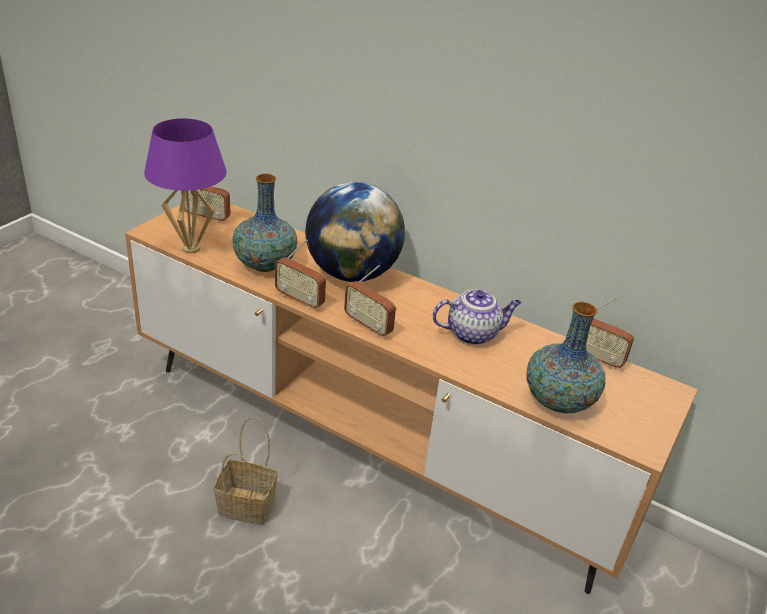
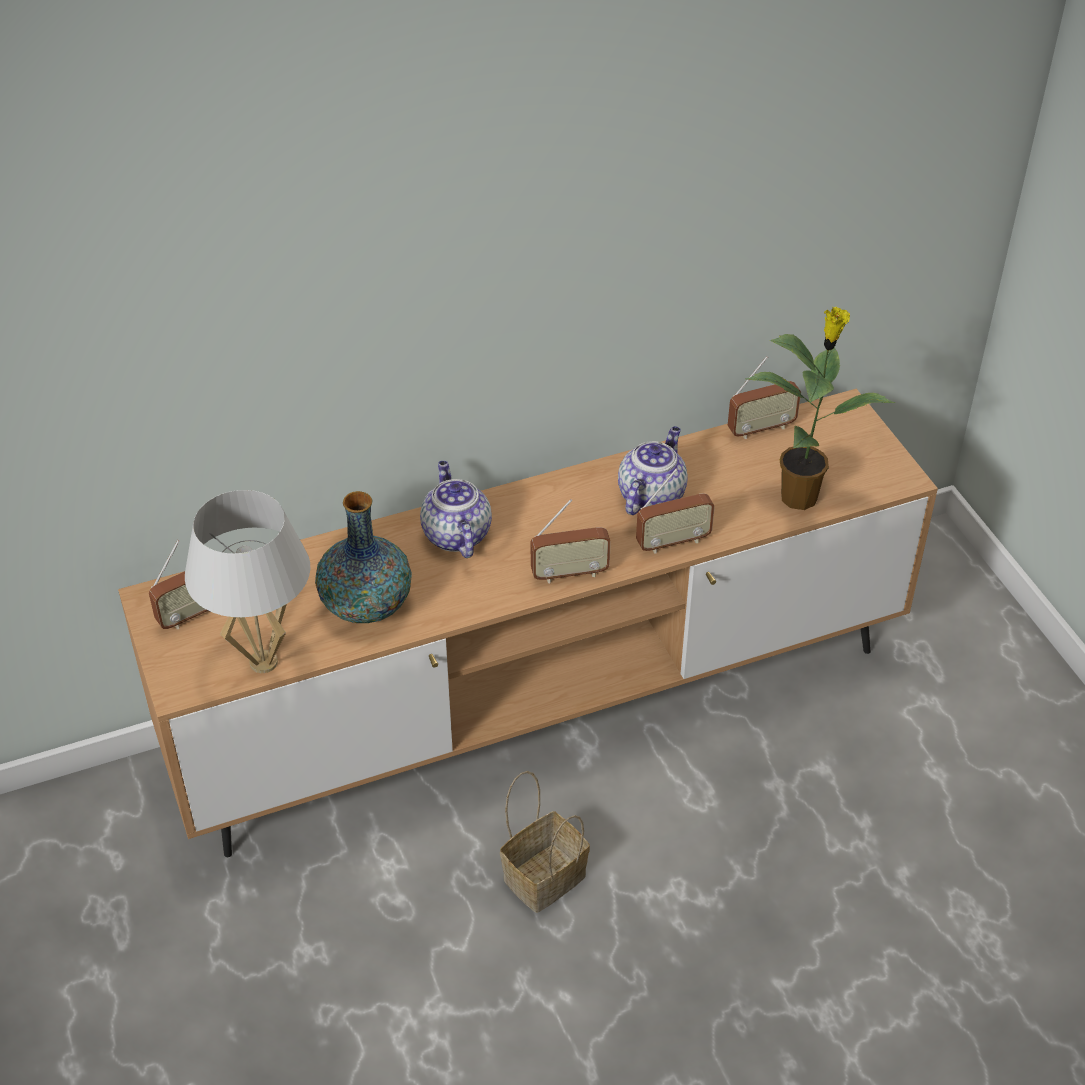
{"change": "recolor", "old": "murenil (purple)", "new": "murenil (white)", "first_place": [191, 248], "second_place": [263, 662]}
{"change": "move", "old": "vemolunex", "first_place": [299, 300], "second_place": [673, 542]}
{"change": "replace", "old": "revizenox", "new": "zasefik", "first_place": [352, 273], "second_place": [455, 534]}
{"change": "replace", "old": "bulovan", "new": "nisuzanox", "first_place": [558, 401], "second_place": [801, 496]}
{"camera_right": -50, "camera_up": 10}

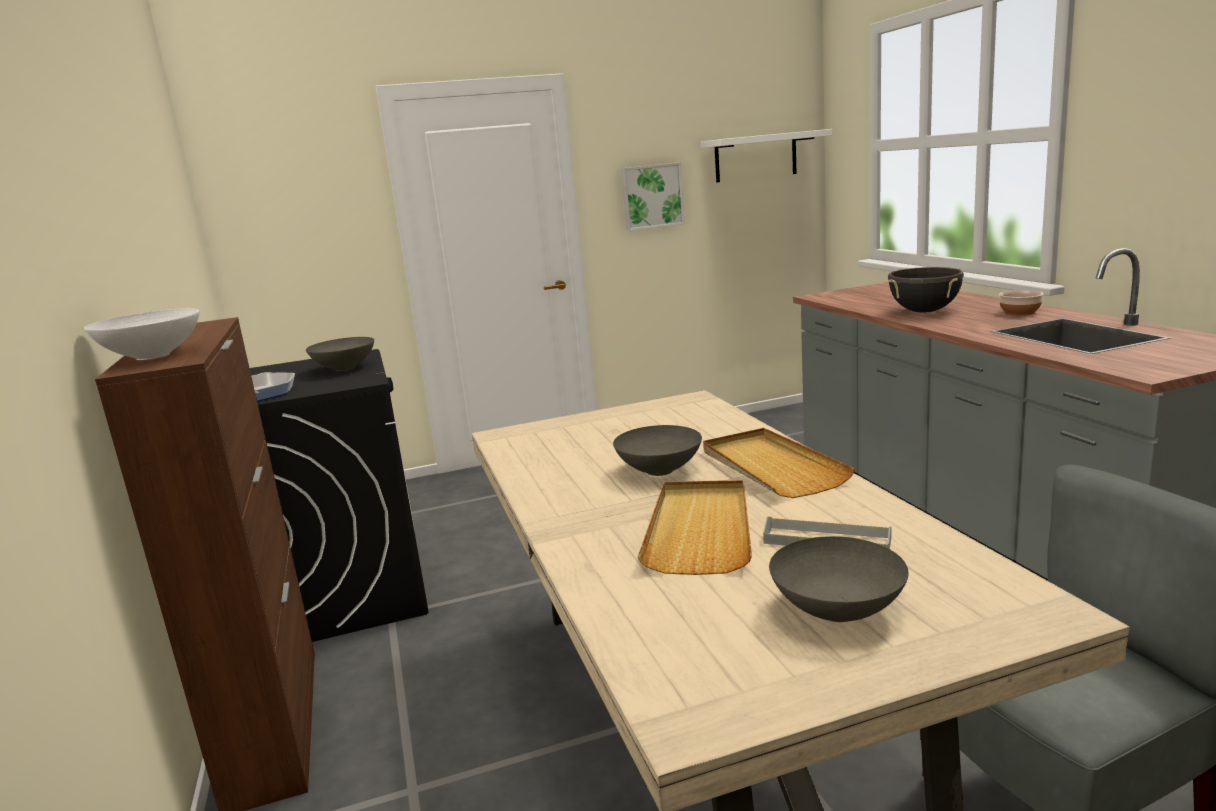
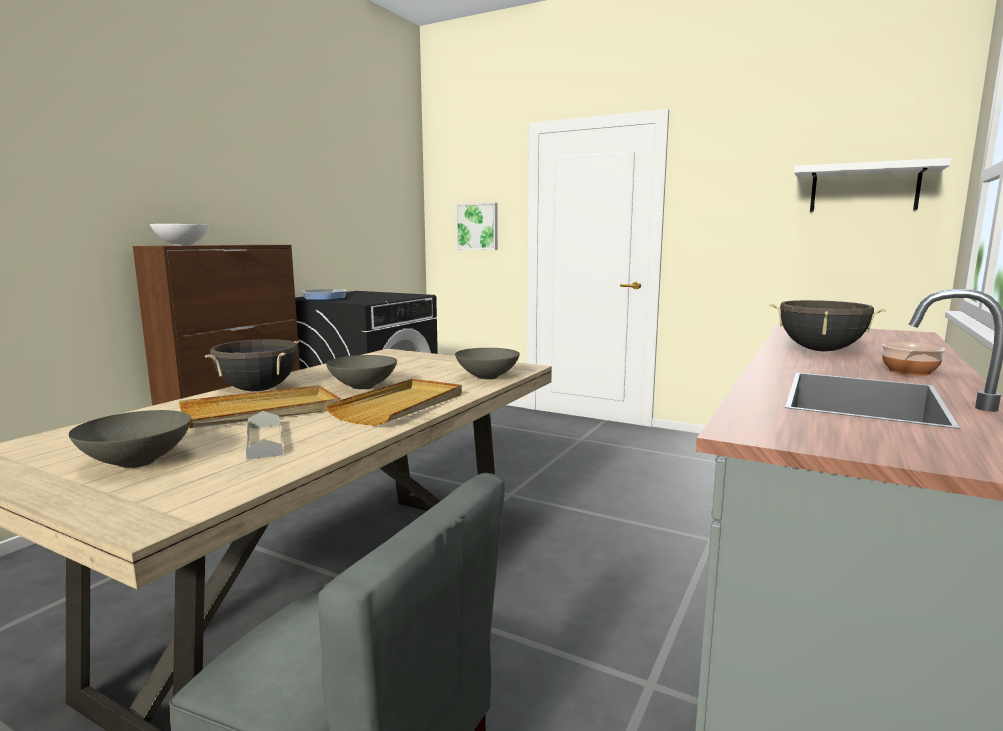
{"change": "move", "old": "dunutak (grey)", "first_place": [344, 368], "second_place": [487, 377]}
{"change": "move", "old": "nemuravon", "first_place": [652, 196], "second_place": [477, 226]}
{"change": "insert", "new": "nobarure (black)", "second_place": [258, 390]}
{"camera_right": 45, "camera_up": -5}

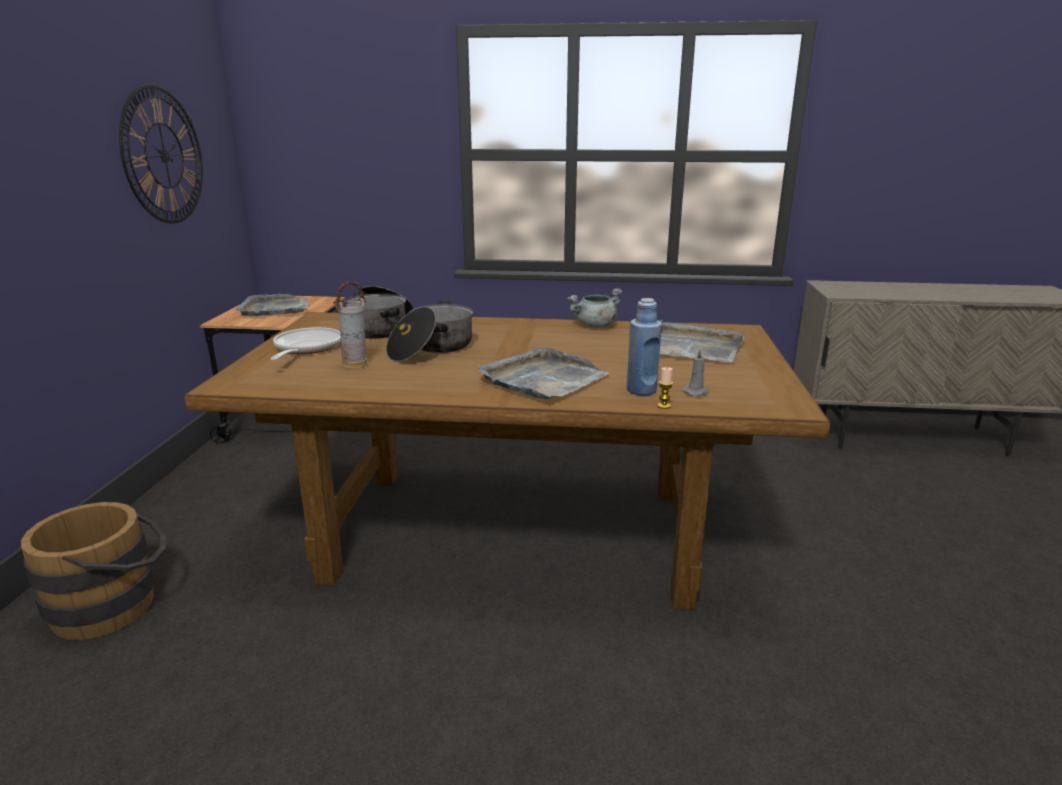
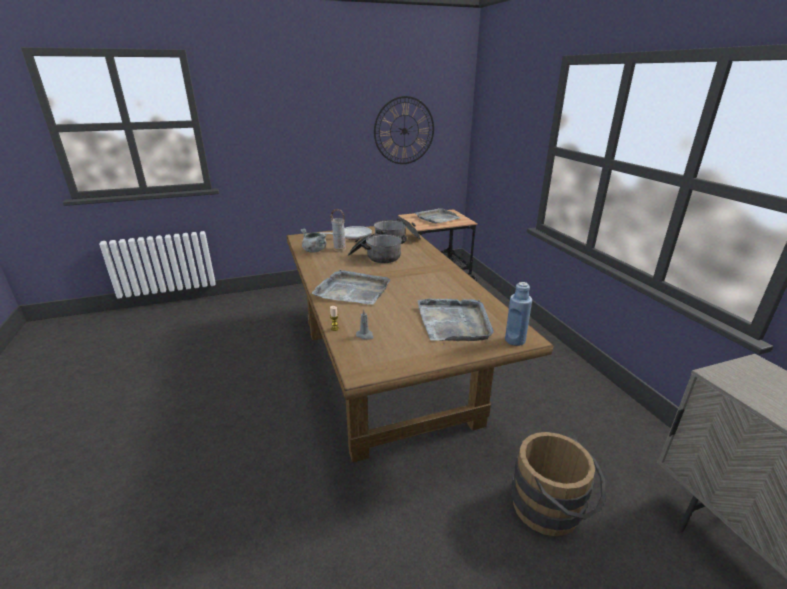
{"change": "move", "old": "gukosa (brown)", "first_place": [115, 605], "second_place": [552, 510]}
{"change": "move", "old": "nobarure (grey)", "first_place": [595, 326], "second_place": [314, 250]}
{"change": "move", "old": "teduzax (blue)", "first_place": [641, 390], "second_place": [515, 340]}
{"camera_right": 65, "camera_up": 5}

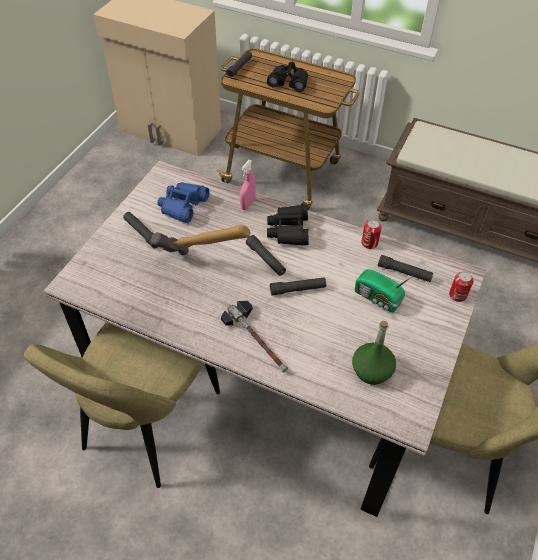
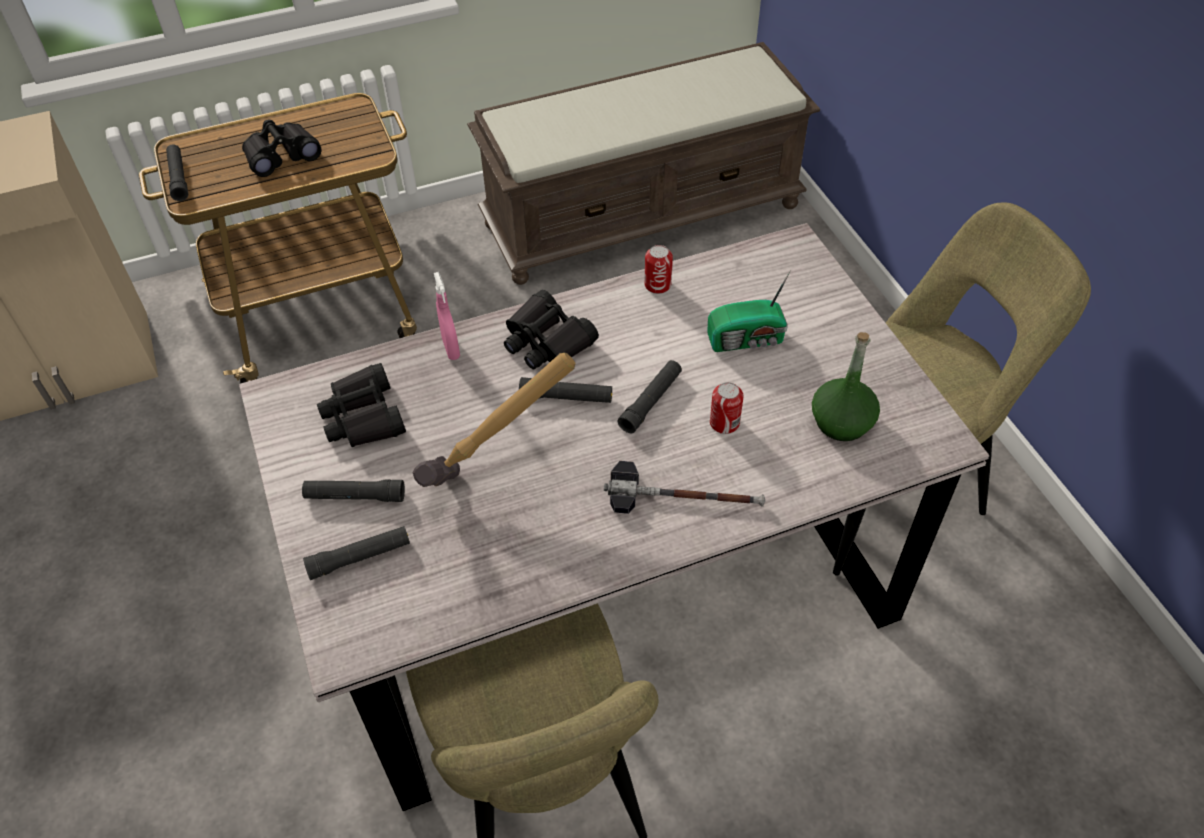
{"change": "recolor", "old": "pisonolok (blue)", "new": "pisonolok (black)", "first_place": [183, 206], "second_place": [363, 417]}
{"change": "move", "old": "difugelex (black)", "first_place": [404, 272], "second_place": [360, 557]}
{"change": "move", "old": "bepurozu", "first_place": [457, 295], "second_place": [724, 423]}
{"camera_right": -45, "camera_up": 0}

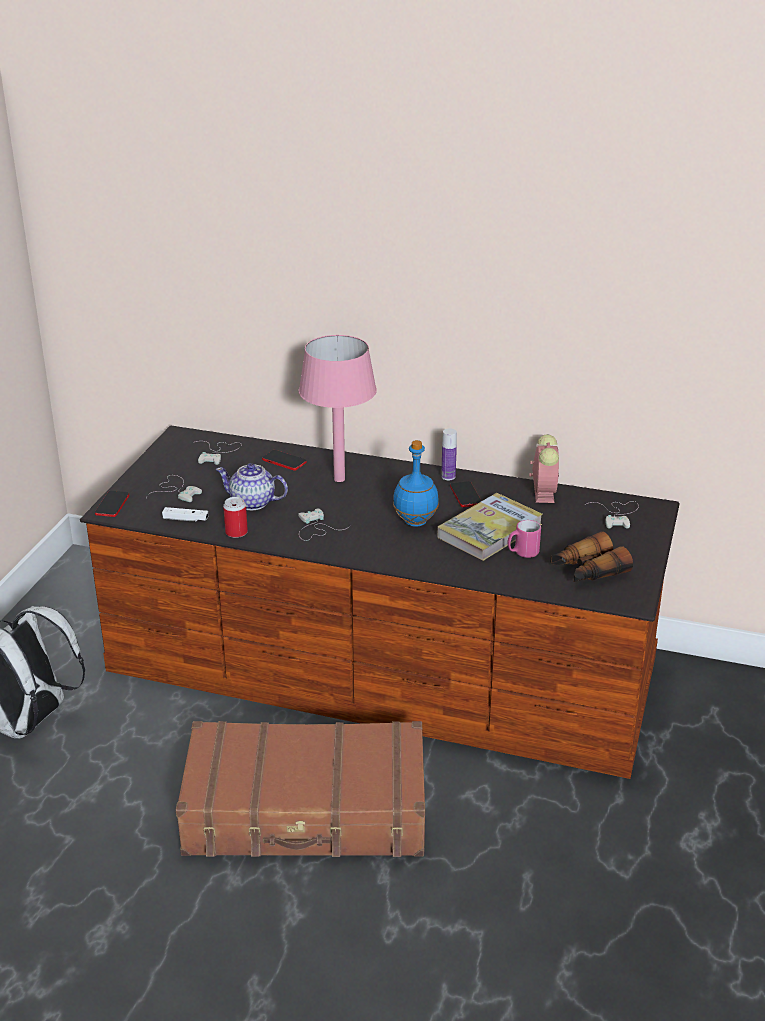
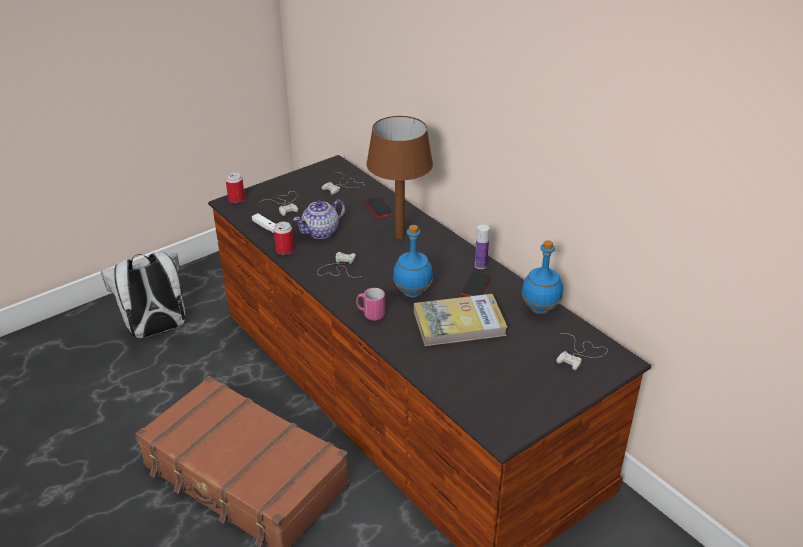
{"change": "replace", "old": "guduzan", "new": "bepurozu", "first_place": [112, 505], "second_place": [236, 199]}
{"change": "rotate", "old": "zasefik", "first_place": [253, 503], "second_place": [321, 232], "degrees": -90}
{"change": "recolor", "old": "murenil (pink)", "new": "murenil (brown)", "first_place": [340, 479], "second_place": [400, 236]}
{"change": "move", "old": "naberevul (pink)", "first_place": [522, 553], "second_place": [370, 314]}
{"change": "replace", "old": "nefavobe", "new": "teduzax (blue)", "first_place": [543, 492], "second_place": [540, 308]}
{"change": "delete", "old": "pisonolok", "first_place": [587, 571]}
{"camera_right": 35, "camera_up": 5}

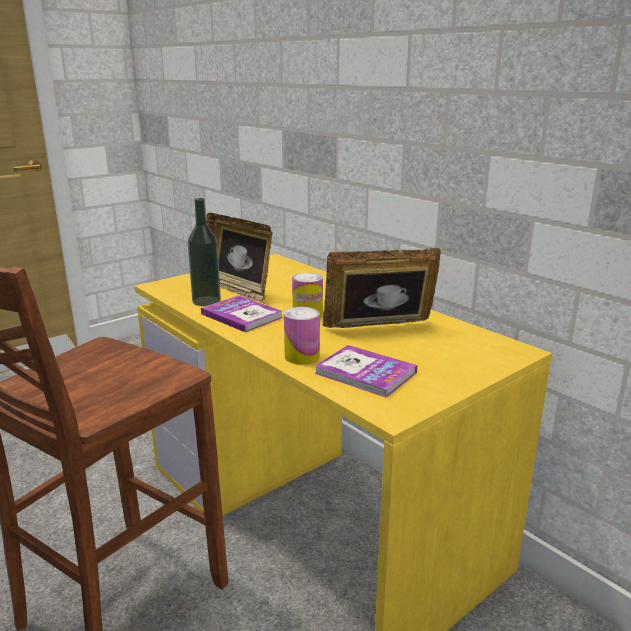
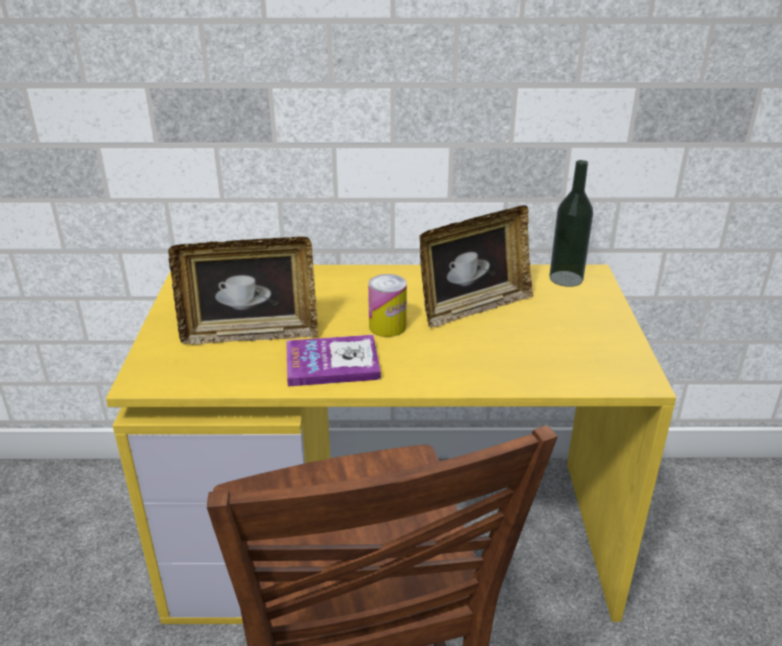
{"change": "move", "old": "teduzax", "first_place": [206, 301], "second_place": [566, 278]}
{"change": "delete", "old": "bepurozu", "first_place": [302, 356]}
{"change": "delete", "old": "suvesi", "first_place": [365, 373]}
{"change": "rotate", "old": "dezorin", "first_place": [380, 329], "second_place": [473, 307], "degrees": -150}
{"camera_right": -50, "camera_up": 10}

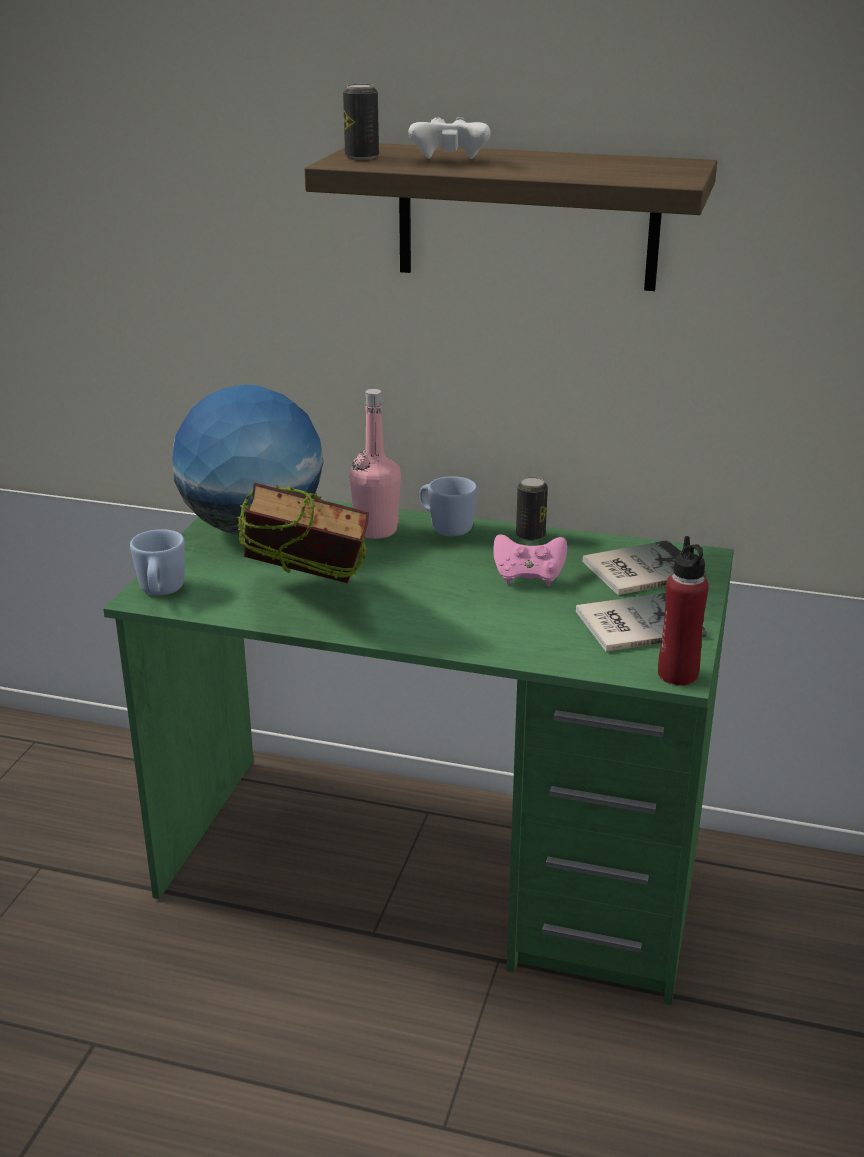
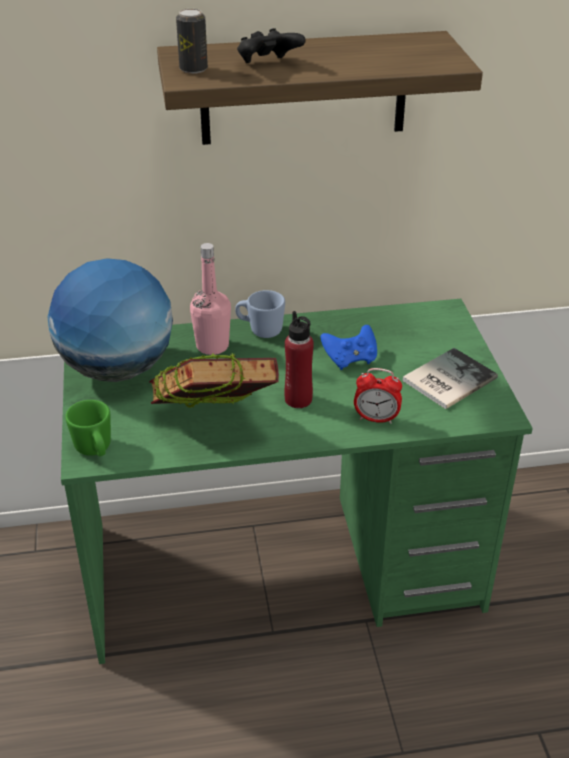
{"change": "recolor", "old": "naberevul (blue)", "new": "naberevul (green)", "first_place": [161, 592], "second_place": [95, 450]}
{"change": "recolor", "old": "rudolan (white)", "new": "rudolan (black)", "first_place": [449, 162], "second_place": [268, 65]}
{"change": "recolor", "old": "rudolan (pink)", "new": "rudolan (blue)", "first_place": [528, 577], "second_place": [350, 359]}
{"change": "delete", "old": "bepurozu", "first_place": [530, 535]}
{"change": "delete", "old": "suvesi", "first_place": [638, 569]}
{"change": "move", "old": "teduzax (red)", "first_place": [677, 674], "second_place": [298, 399]}
{"change": "insert", "new": "nefavobe", "second_place": [376, 418]}
{"camera_right": -25, "camera_up": 10}

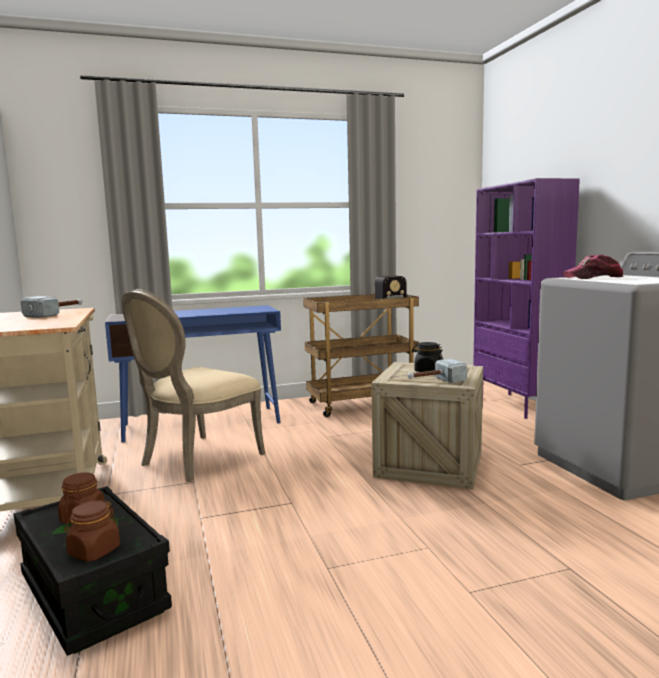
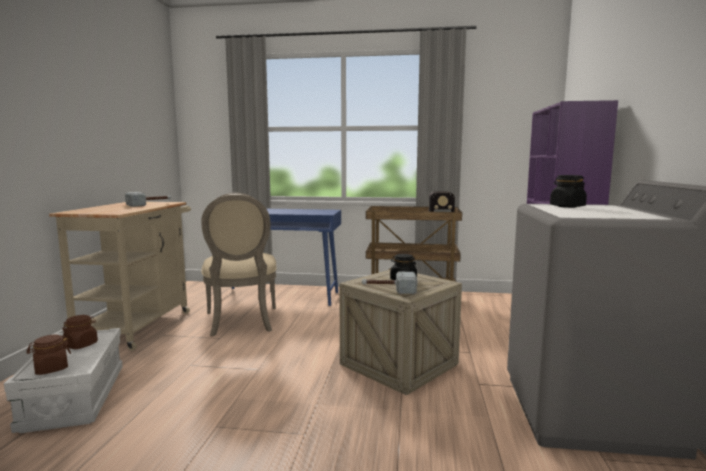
{"change": "recolor", "old": "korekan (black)", "new": "korekan (white)", "first_place": [93, 593], "second_place": [75, 398]}
{"change": "rotate", "old": "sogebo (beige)", "first_place": [197, 460], "second_place": [241, 322], "degrees": -75}
{"change": "replace", "old": "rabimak", "new": "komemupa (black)", "first_place": [593, 277], "second_place": [567, 206]}
{"camera_right": 25, "camera_up": 0}

